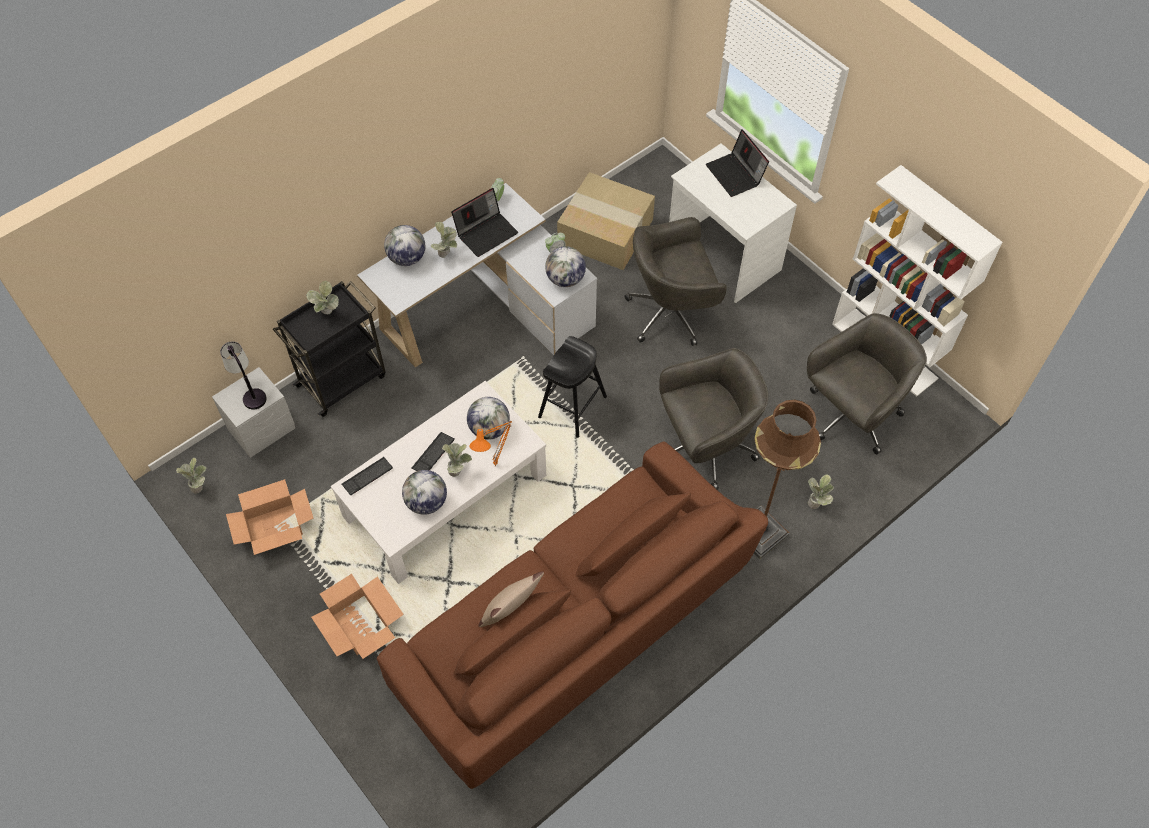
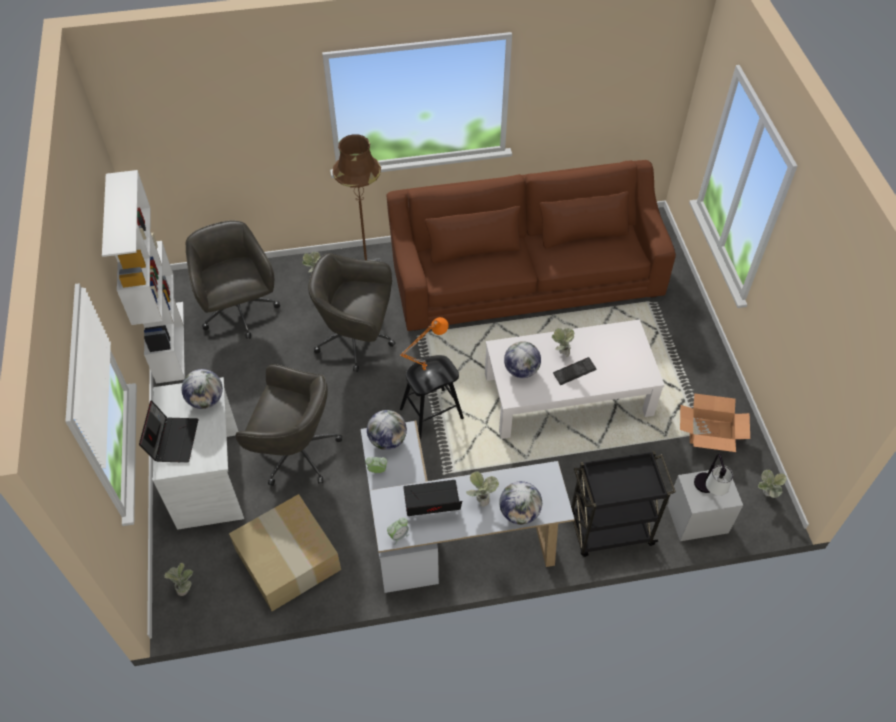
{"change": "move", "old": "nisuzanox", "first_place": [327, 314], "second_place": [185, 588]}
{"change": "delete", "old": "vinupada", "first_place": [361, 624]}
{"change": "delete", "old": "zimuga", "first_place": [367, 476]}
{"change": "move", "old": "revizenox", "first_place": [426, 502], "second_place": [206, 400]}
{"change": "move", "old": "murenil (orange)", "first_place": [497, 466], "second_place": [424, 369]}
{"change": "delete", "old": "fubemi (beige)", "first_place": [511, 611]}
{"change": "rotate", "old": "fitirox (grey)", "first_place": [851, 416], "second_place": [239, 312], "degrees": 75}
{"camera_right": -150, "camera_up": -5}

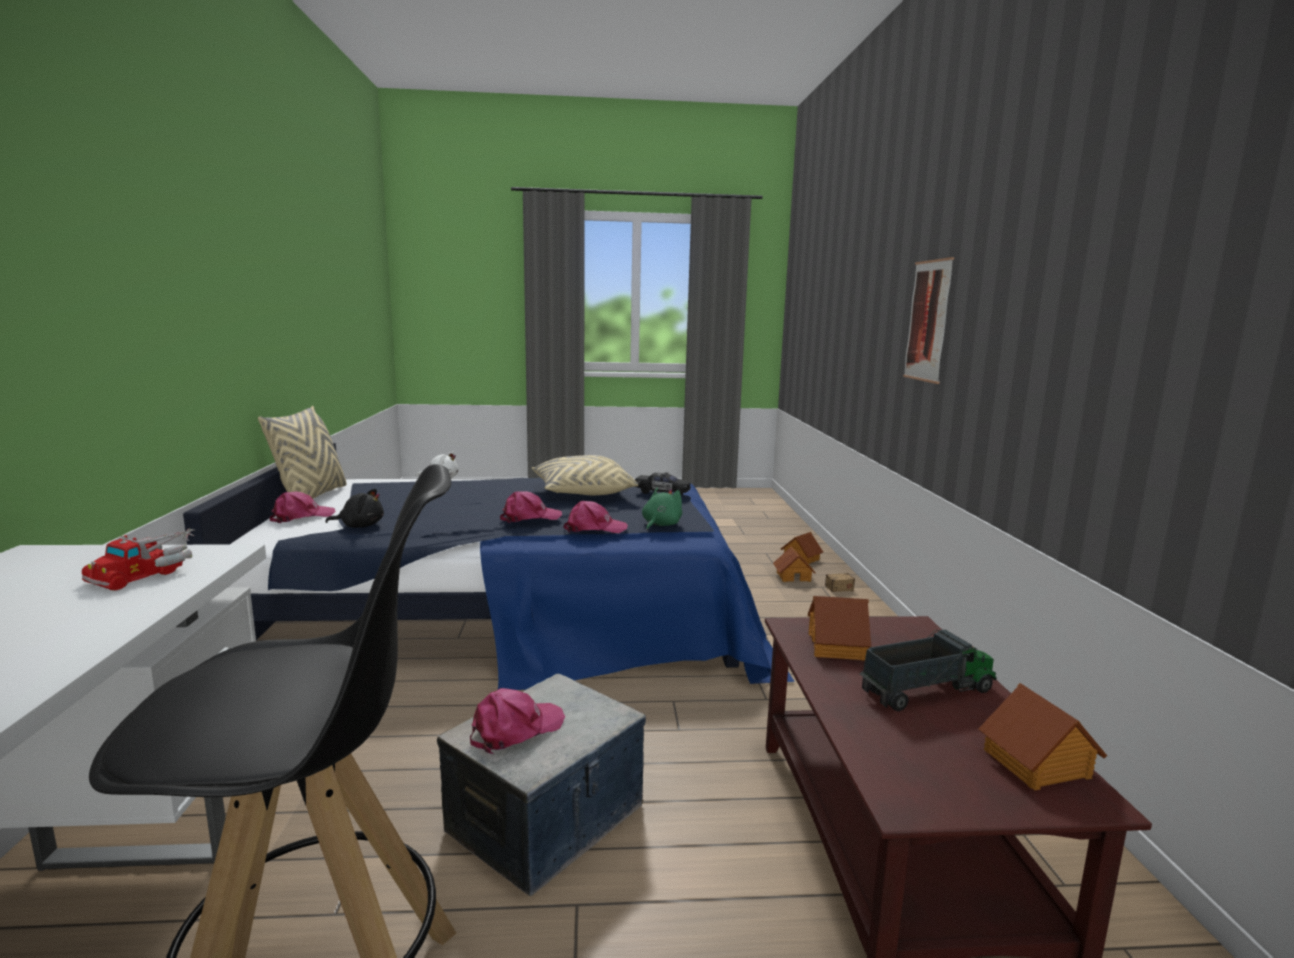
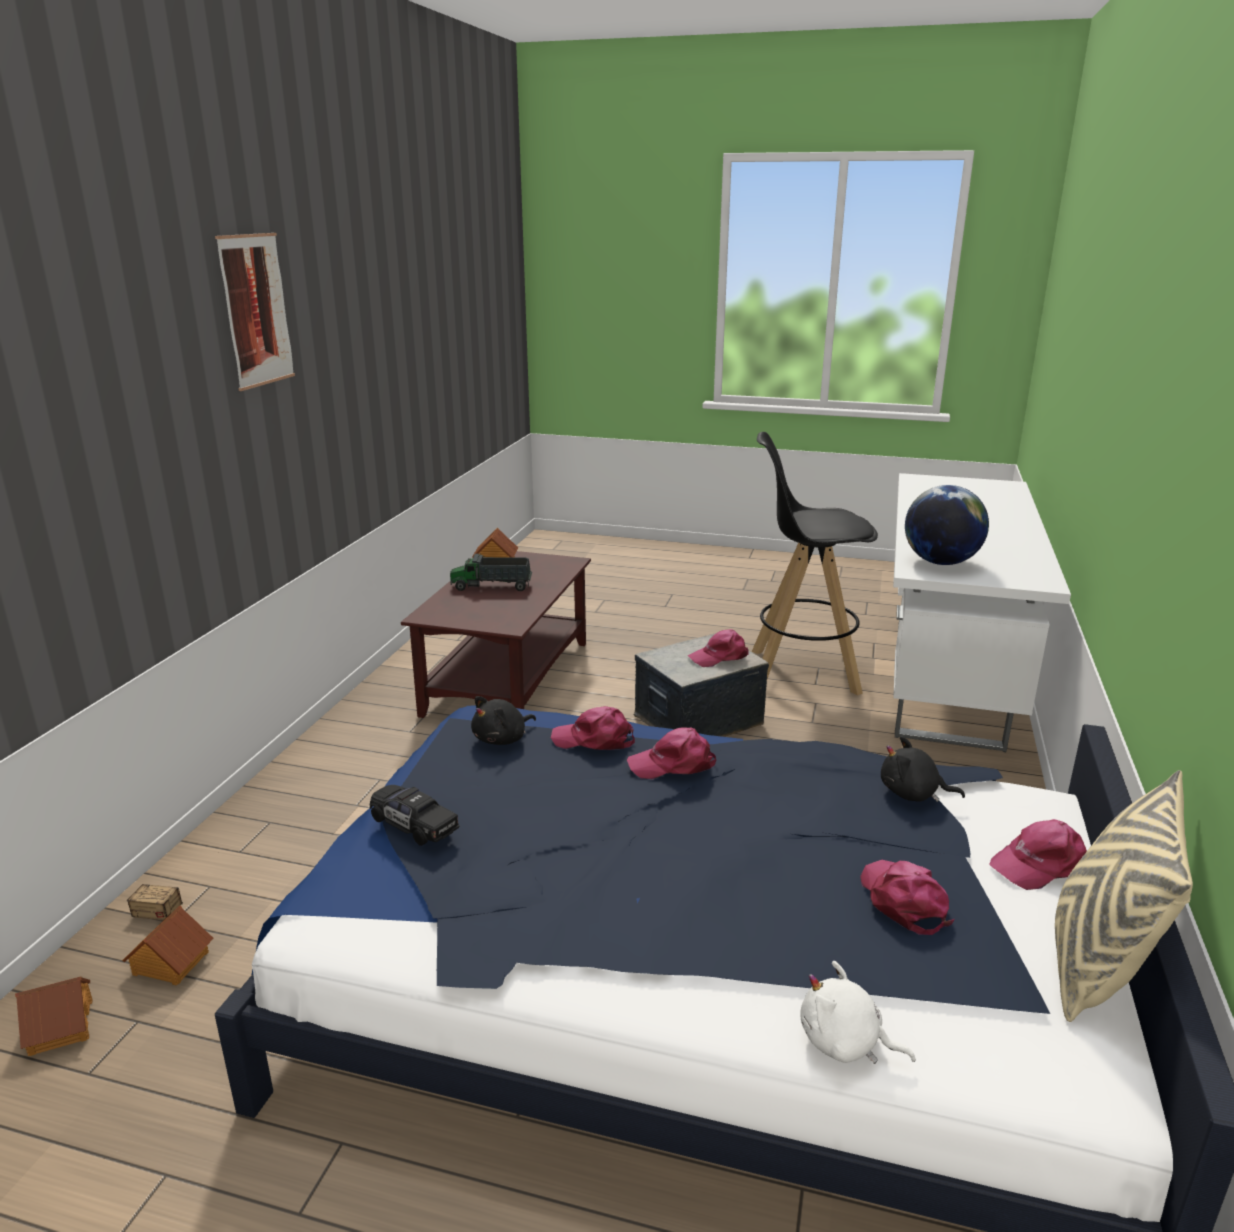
{"change": "replace", "old": "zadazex", "new": "revizenox", "first_place": [148, 572], "second_place": [941, 562]}
{"change": "delete", "old": "fubemi (beige)", "first_place": [582, 493]}
{"change": "recolor", "old": "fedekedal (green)", "new": "fedekedal (black)", "first_place": [660, 525], "second_place": [502, 739]}
{"change": "delete", "old": "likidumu", "first_place": [837, 646]}
{"change": "move", "old": "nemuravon", "first_place": [928, 321], "second_place": [256, 310]}
{"change": "insert", "new": "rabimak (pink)", "second_place": [904, 901]}
{"camera_right": -160, "camera_up": 10}

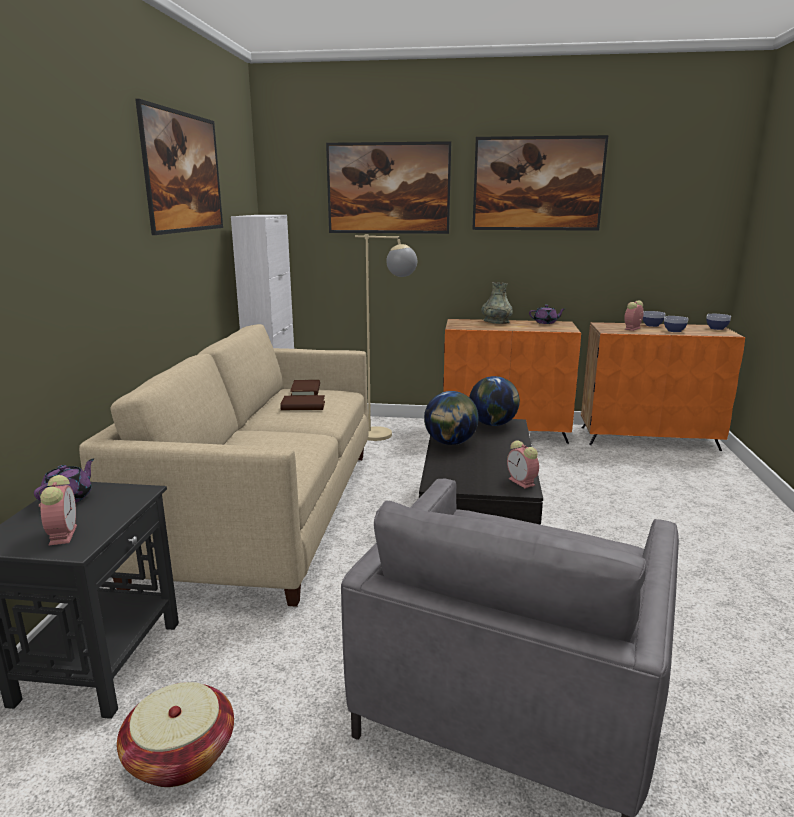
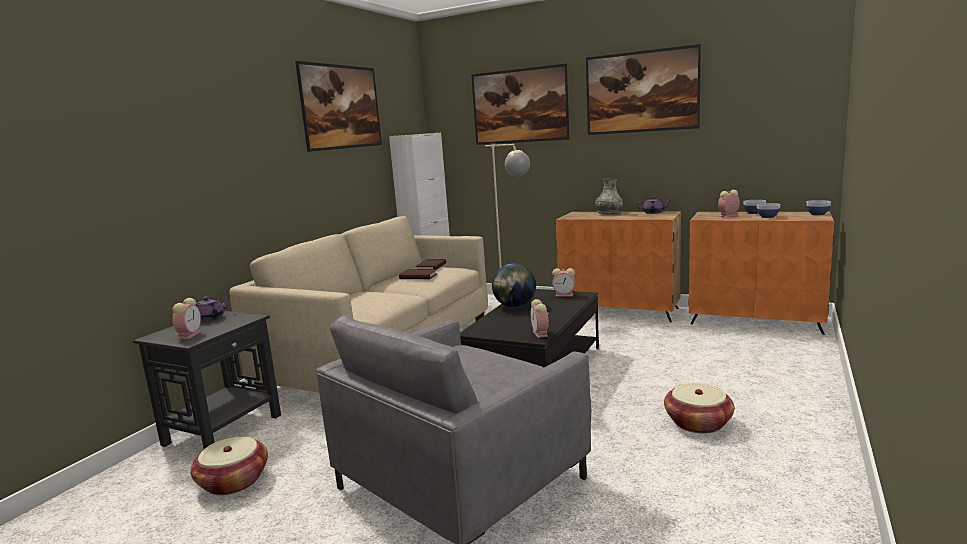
{"change": "replace", "old": "revizenox", "new": "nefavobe", "first_place": [493, 424], "second_place": [565, 295]}
{"change": "insert", "new": "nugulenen", "second_place": [698, 423]}
{"camera_right": 20, "camera_up": -5}

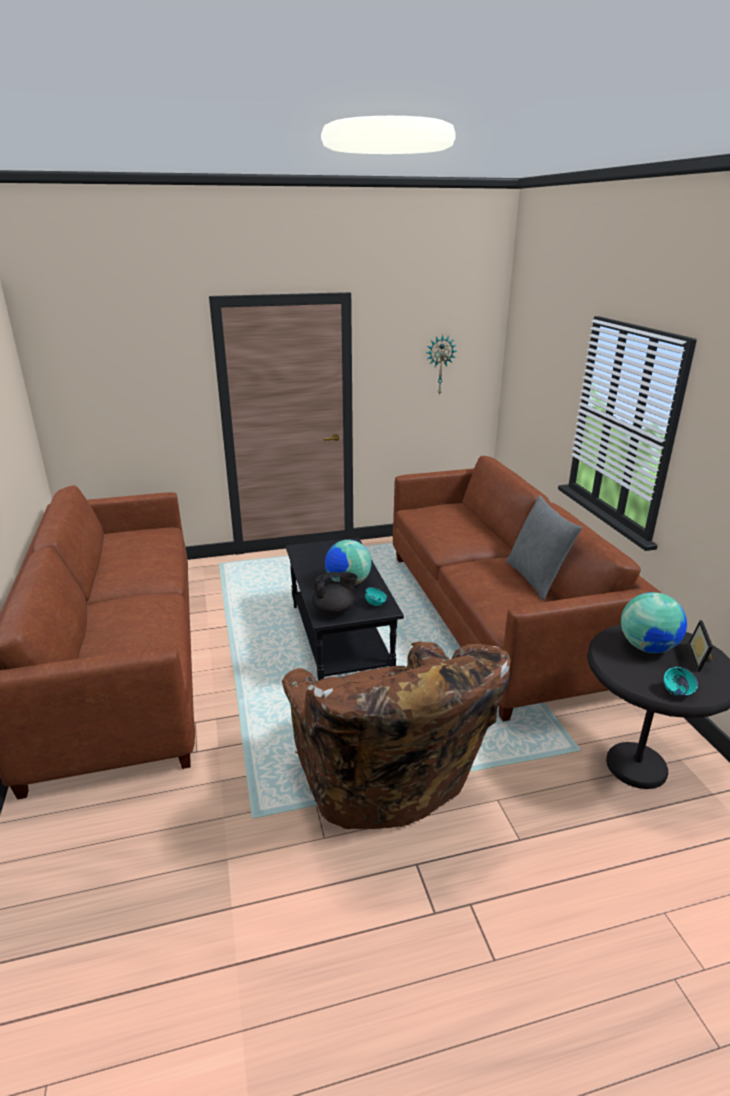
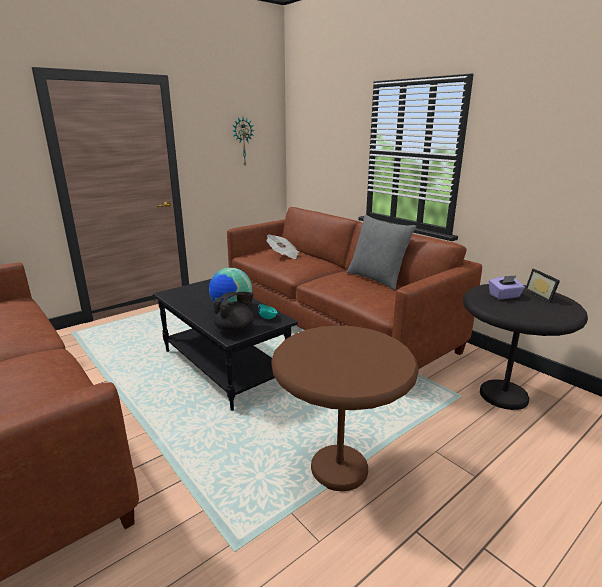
{"change": "replace", "old": "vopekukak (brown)", "new": "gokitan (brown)", "first_place": [385, 782], "second_place": [339, 468]}
{"change": "replace", "old": "revizenox", "new": "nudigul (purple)", "first_place": [647, 647], "second_place": [504, 296]}
{"change": "delete", "old": "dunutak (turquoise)", "first_place": [677, 692]}
{"change": "insert", "new": "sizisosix", "second_place": [283, 255]}
{"camera_right": -25, "camera_up": -5}

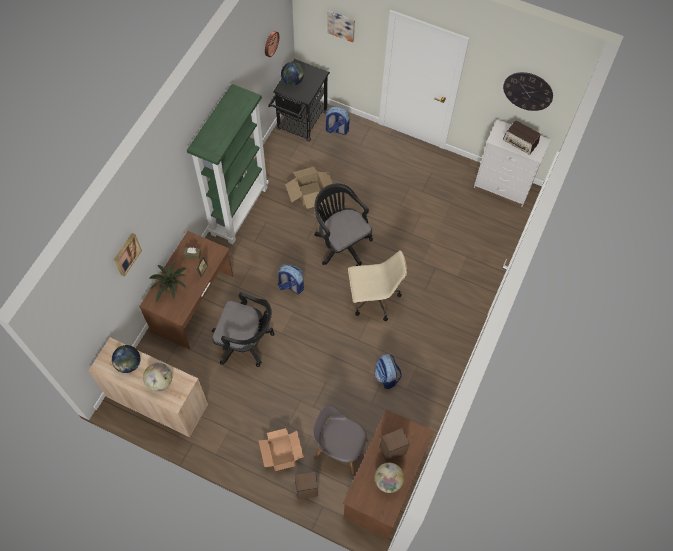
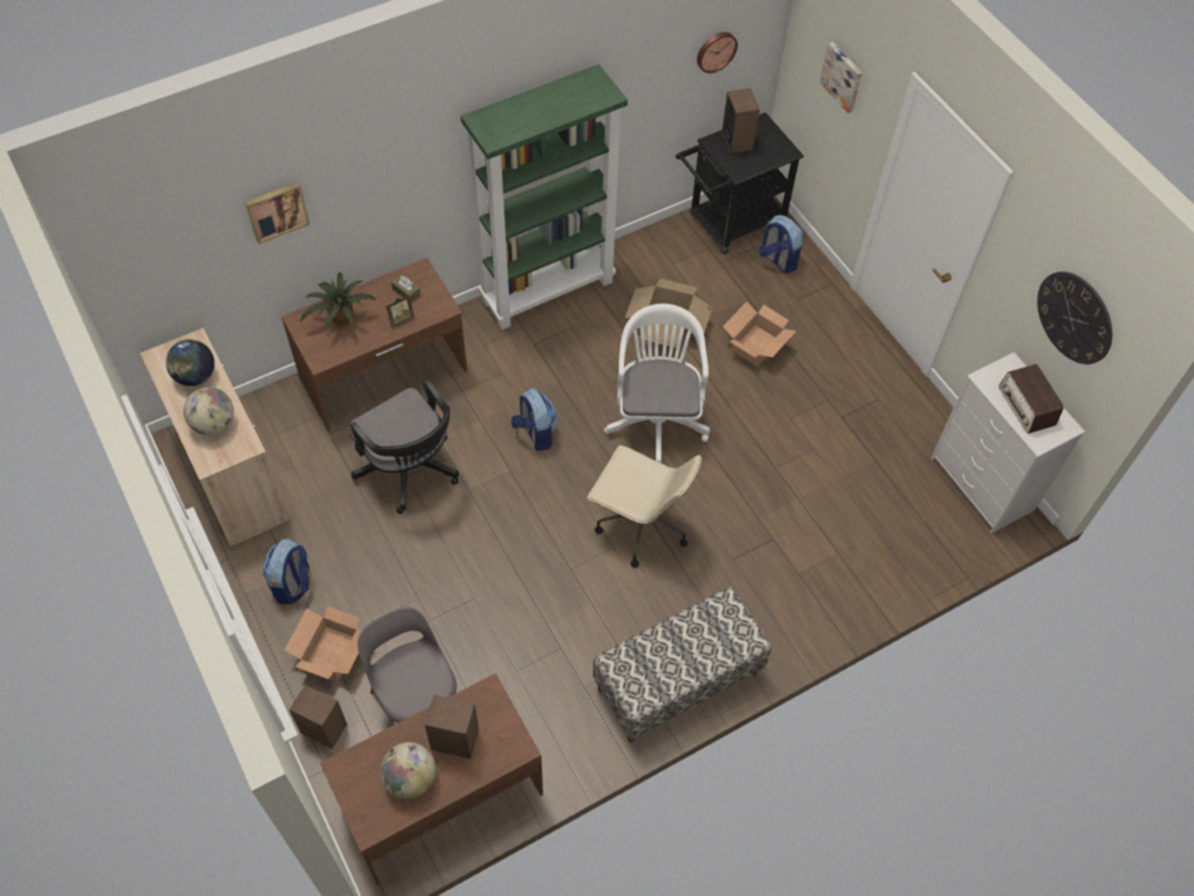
{"change": "replace", "old": "revizenox", "new": "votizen", "first_place": [292, 81], "second_place": [737, 140]}
{"change": "recolor", "old": "fitirox (black)", "new": "fitirox (white)", "first_place": [341, 243], "second_place": [656, 418]}
{"change": "move", "old": "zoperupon", "first_place": [386, 376], "second_place": [292, 584]}
{"change": "insert", "new": "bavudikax", "second_place": [677, 681]}
{"change": "insert", "new": "vinupada", "second_place": [756, 345]}
{"camera_right": 35, "camera_up": -5}

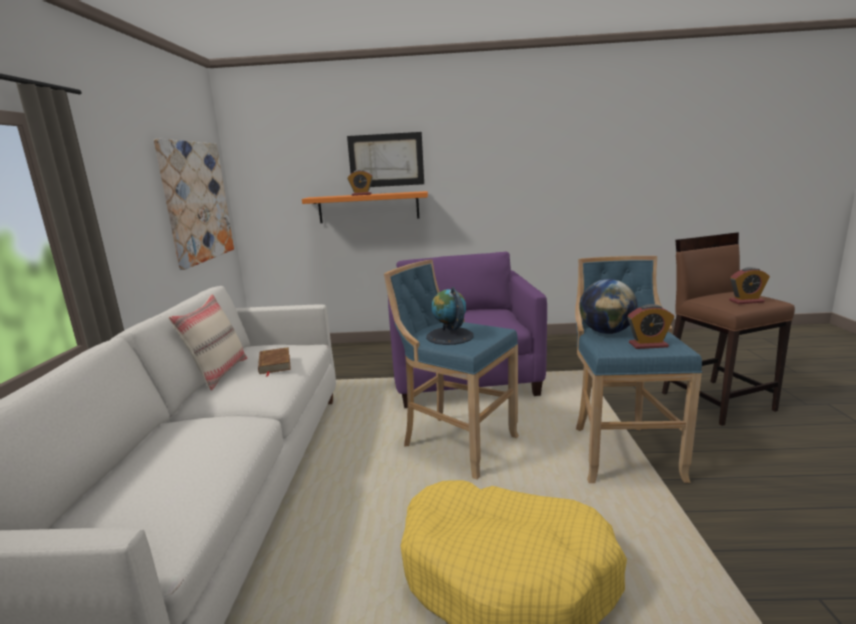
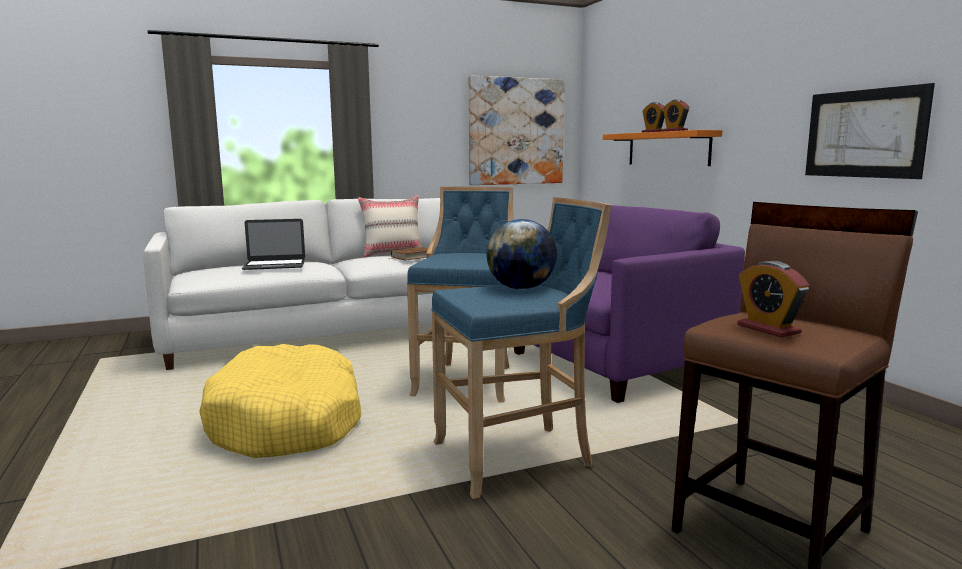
{"change": "move", "old": "nemuravon", "first_place": [386, 160], "second_place": [864, 133]}
{"change": "delete", "old": "revizenox", "first_place": [449, 336]}
{"change": "move", "old": "nefavobe", "first_place": [648, 345], "second_place": [674, 131]}
{"change": "insert", "new": "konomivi", "second_place": [274, 265]}
{"camera_right": 65, "camera_up": -5}

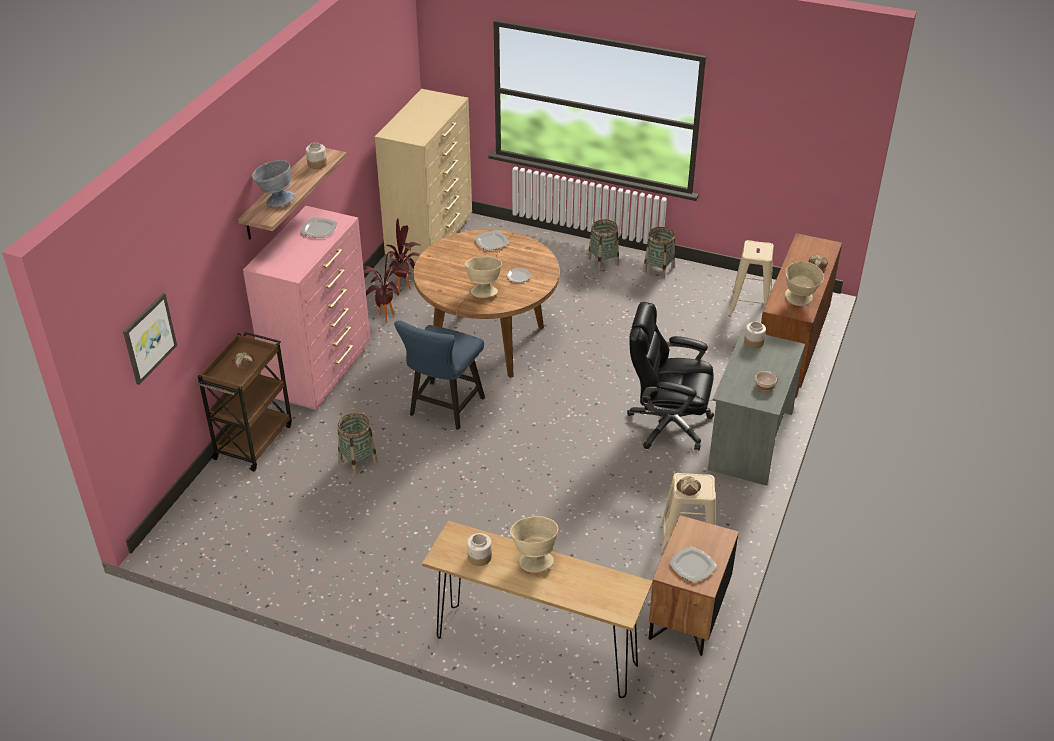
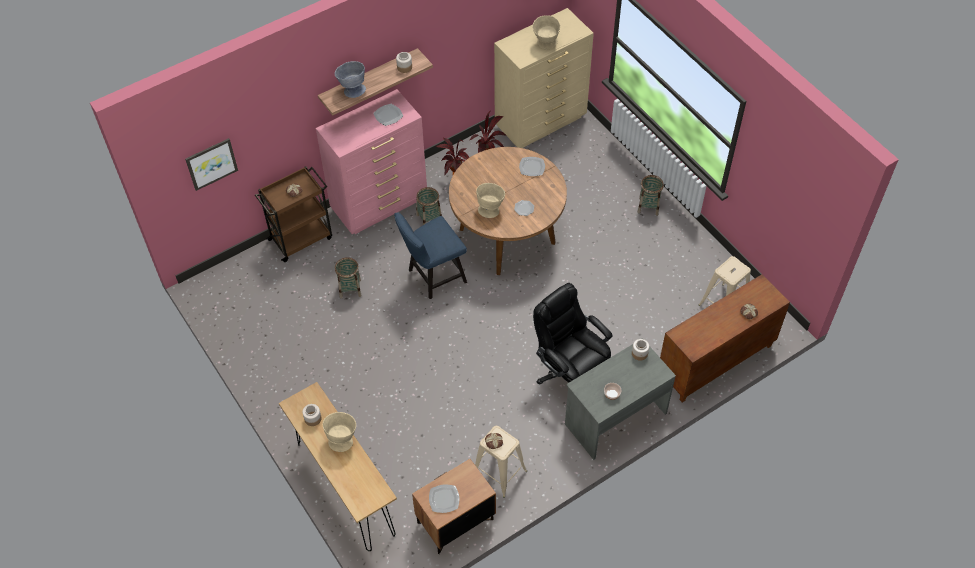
{"change": "move", "old": "nugulenen", "first_place": [658, 269], "second_place": [429, 218]}
{"change": "move", "old": "dunutak (beige)", "first_place": [799, 301], "second_place": [545, 45]}
{"camera_right": 35, "camera_up": 15}

